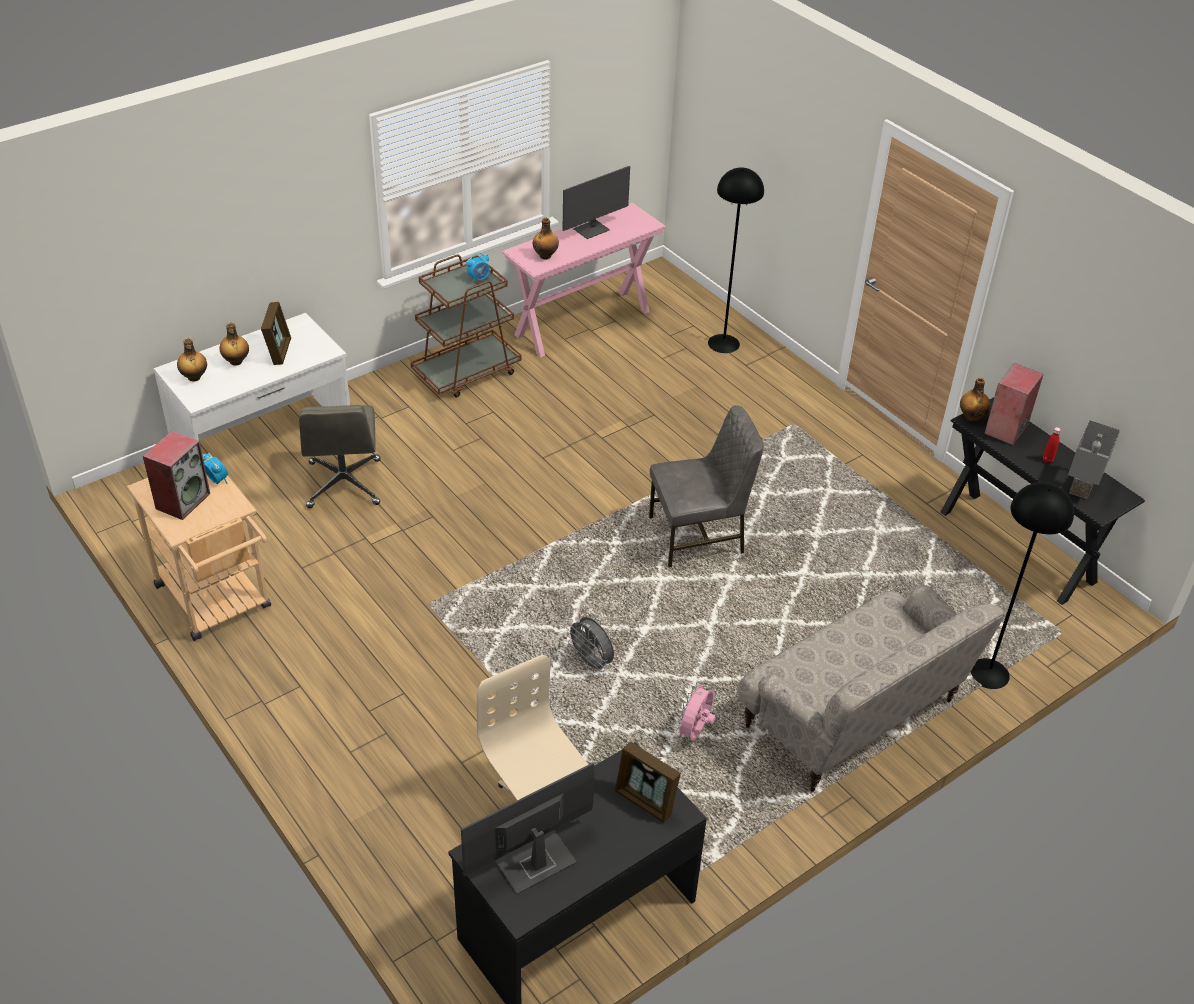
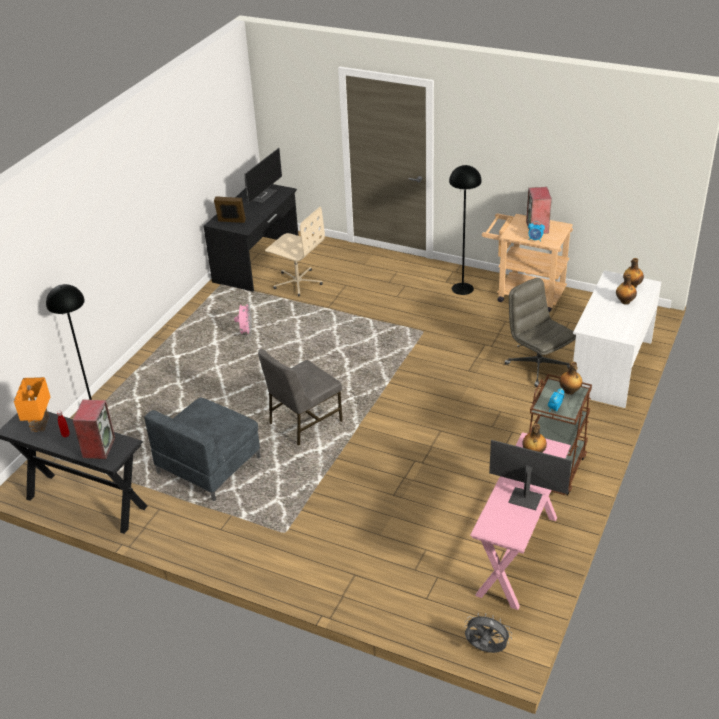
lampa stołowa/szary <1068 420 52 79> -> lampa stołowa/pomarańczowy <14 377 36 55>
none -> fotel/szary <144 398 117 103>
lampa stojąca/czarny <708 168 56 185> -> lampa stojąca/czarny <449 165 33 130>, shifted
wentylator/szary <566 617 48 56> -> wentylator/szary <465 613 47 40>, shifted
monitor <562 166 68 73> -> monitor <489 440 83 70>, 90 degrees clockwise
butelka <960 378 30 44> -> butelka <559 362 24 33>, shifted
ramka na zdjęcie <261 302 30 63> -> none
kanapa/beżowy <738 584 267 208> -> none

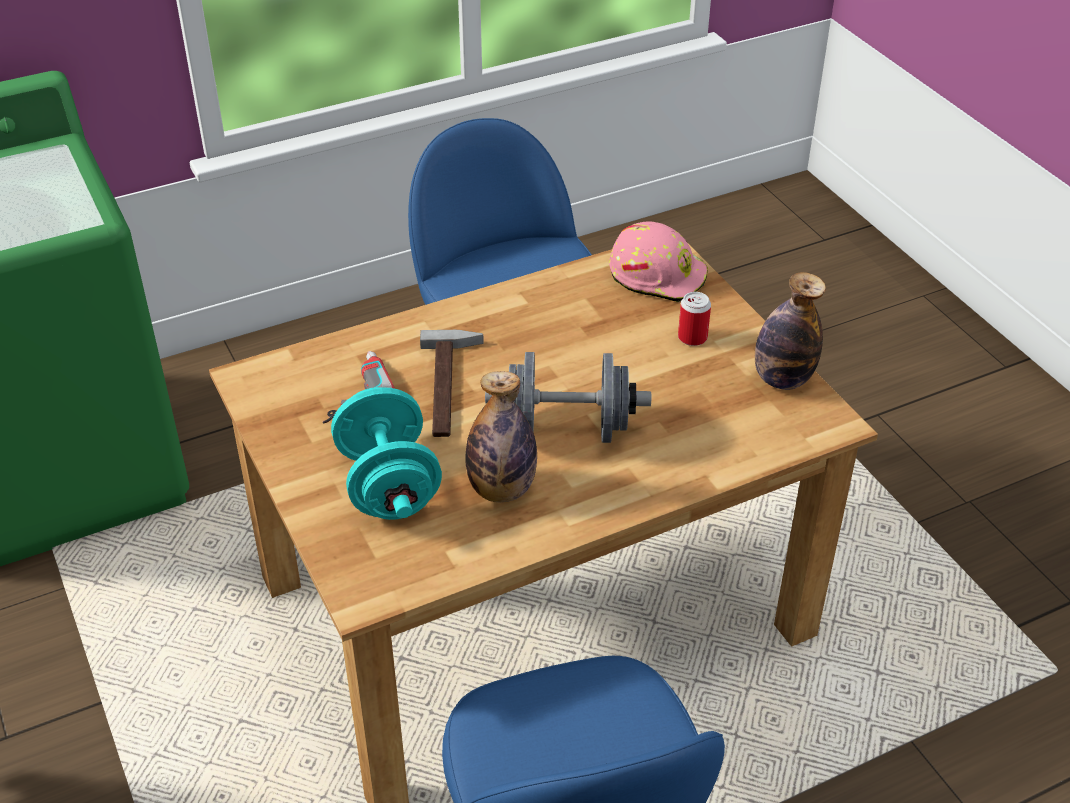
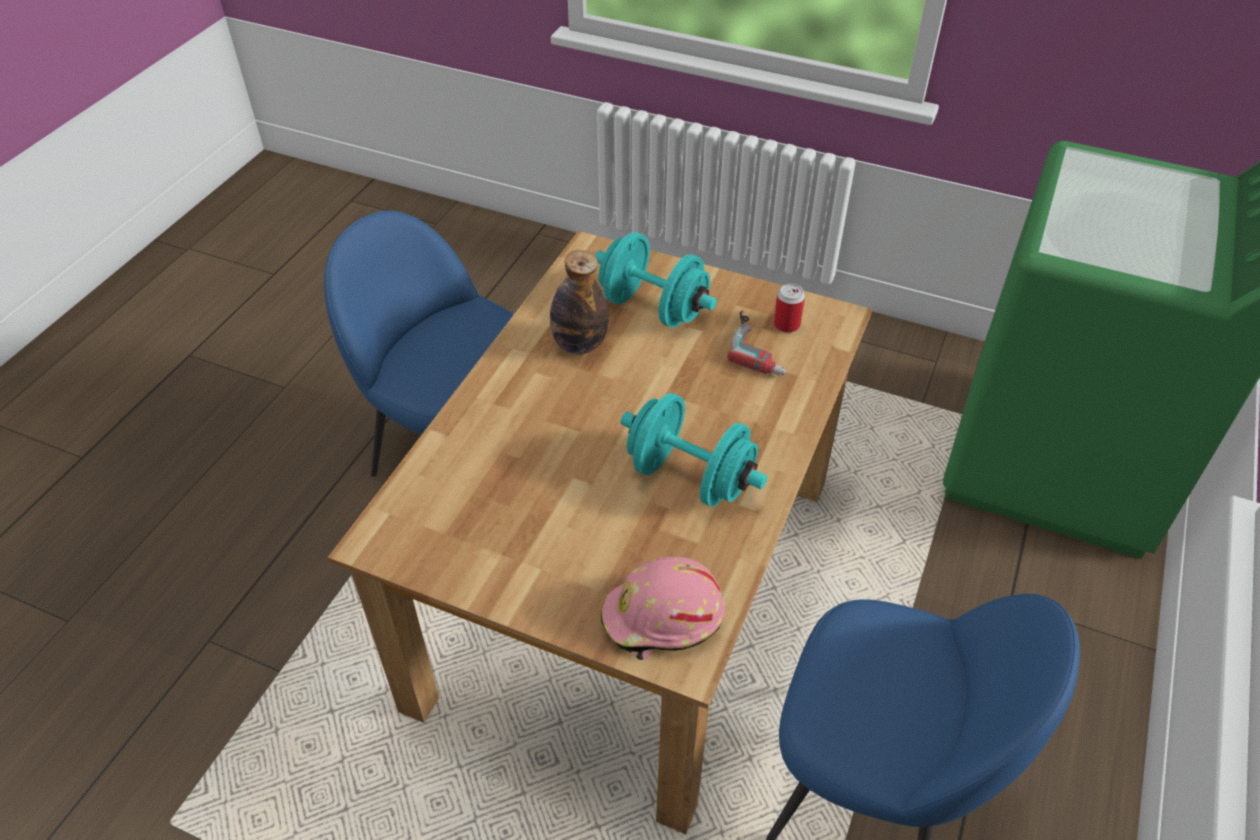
none -> hantel/turkusowy <621 393 146 114>
puszka <678 292 33 54> -> puszka <774 284 31 49>, shifted
młotek <420 330 64 107> -> none
hantel/szary <485 352 166 91> -> none
butelka <755 272 71 118> -> none

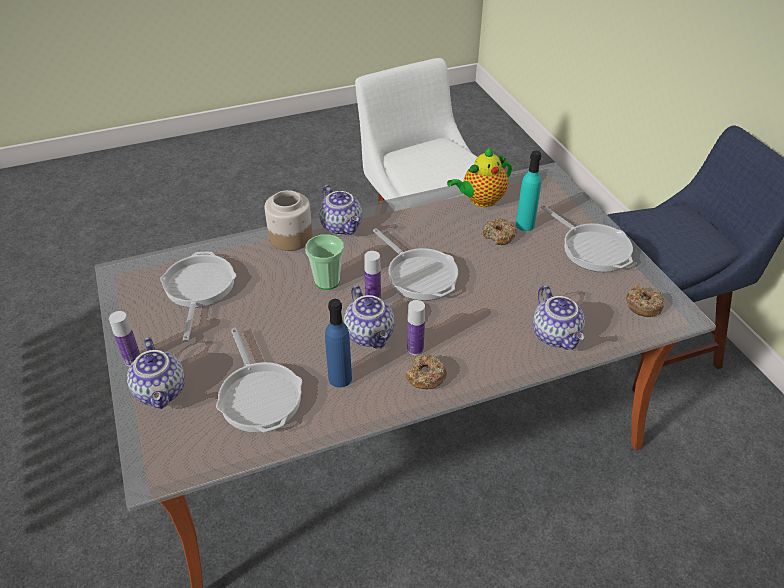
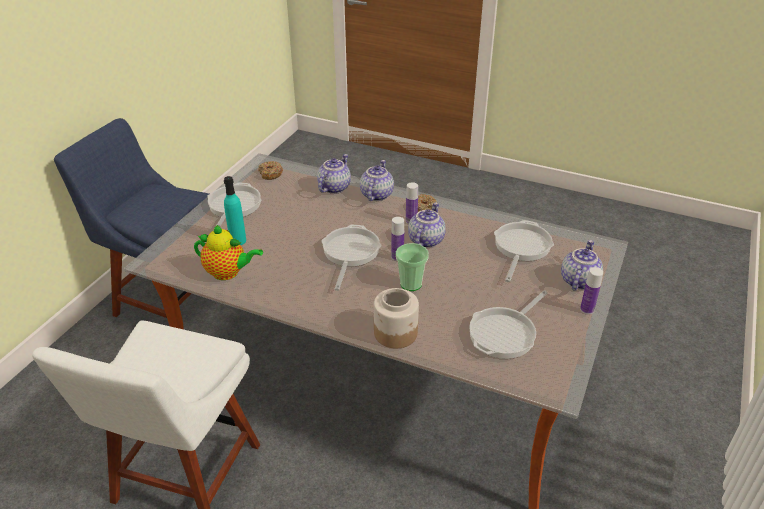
imbryk <319 185 43 50> -> imbryk <360 160 34 41>, shifted
butelka/niebieski <325 299 27 89> -> none
donut <483 218 34 27> -> none

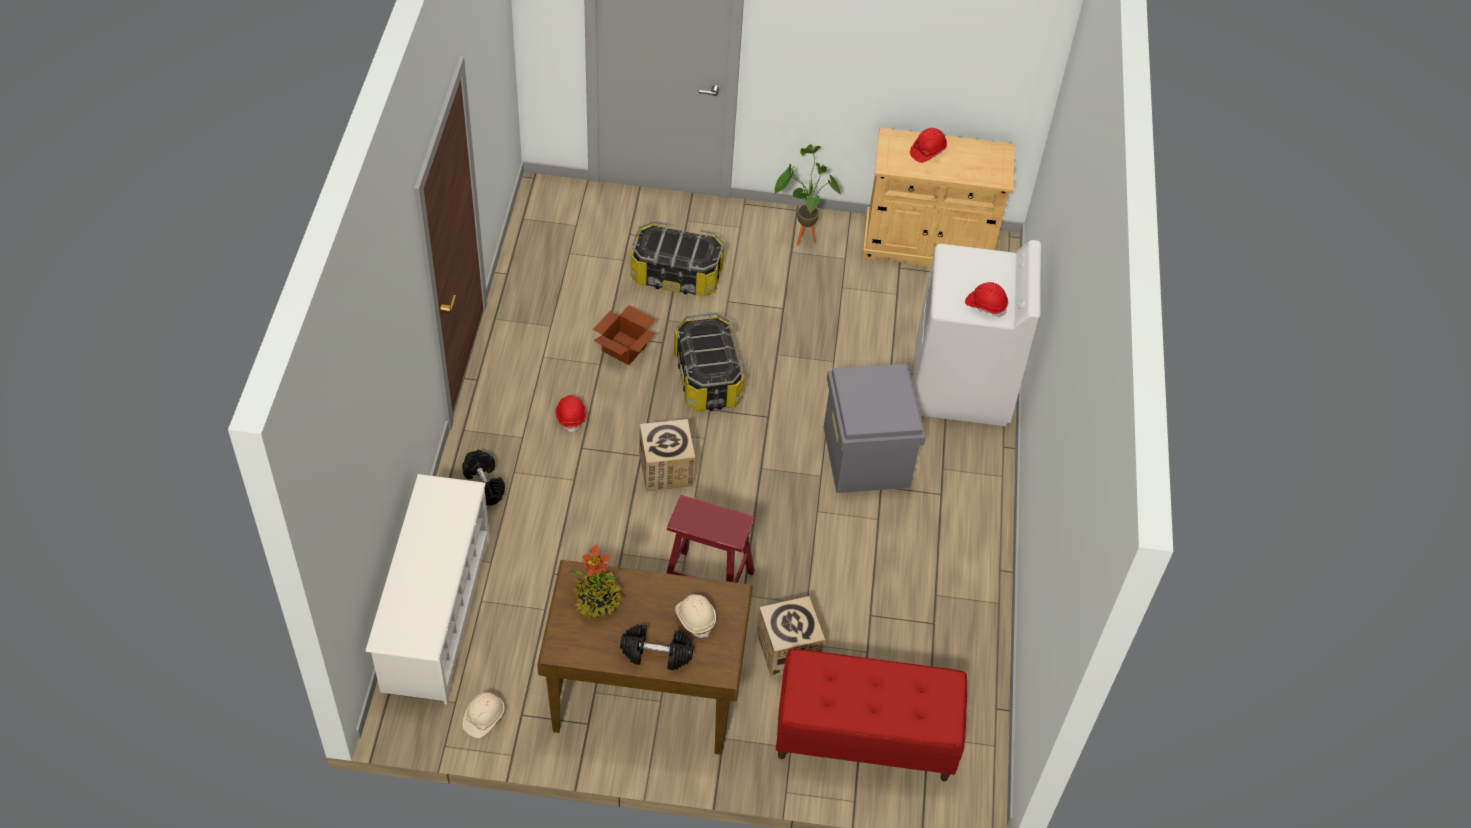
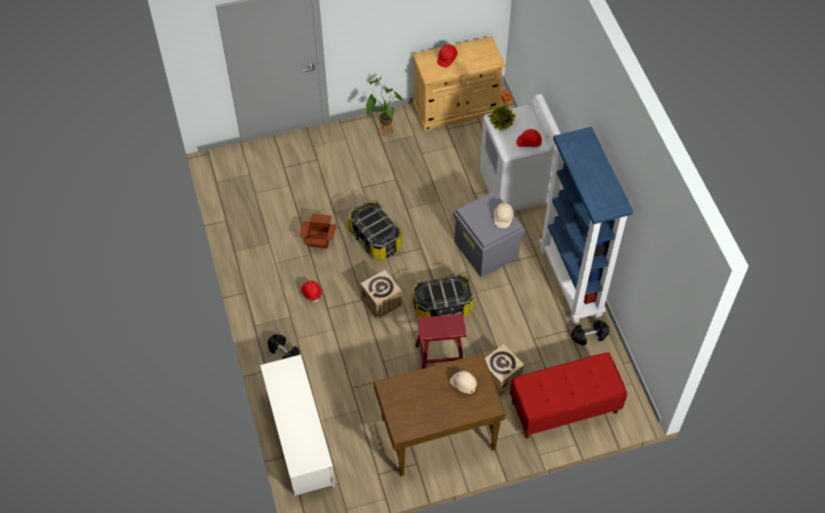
pojemnik do przechowywania <631 220 93 77> -> pojemnik do przechowywania <412 273 62 45>, shifted
roślina doniczkowa <570 544 52 74> -> roślina doniczkowa <488 88 29 43>, shifted
kask/beżowy <463 692 41 46> -> kask/beżowy <494 203 20 25>, shifted
none -> regał/niebieski <539 127 94 197>
hantel/czarny <620 624 74 46> -> hantel/czarny <571 321 38 24>, shifted

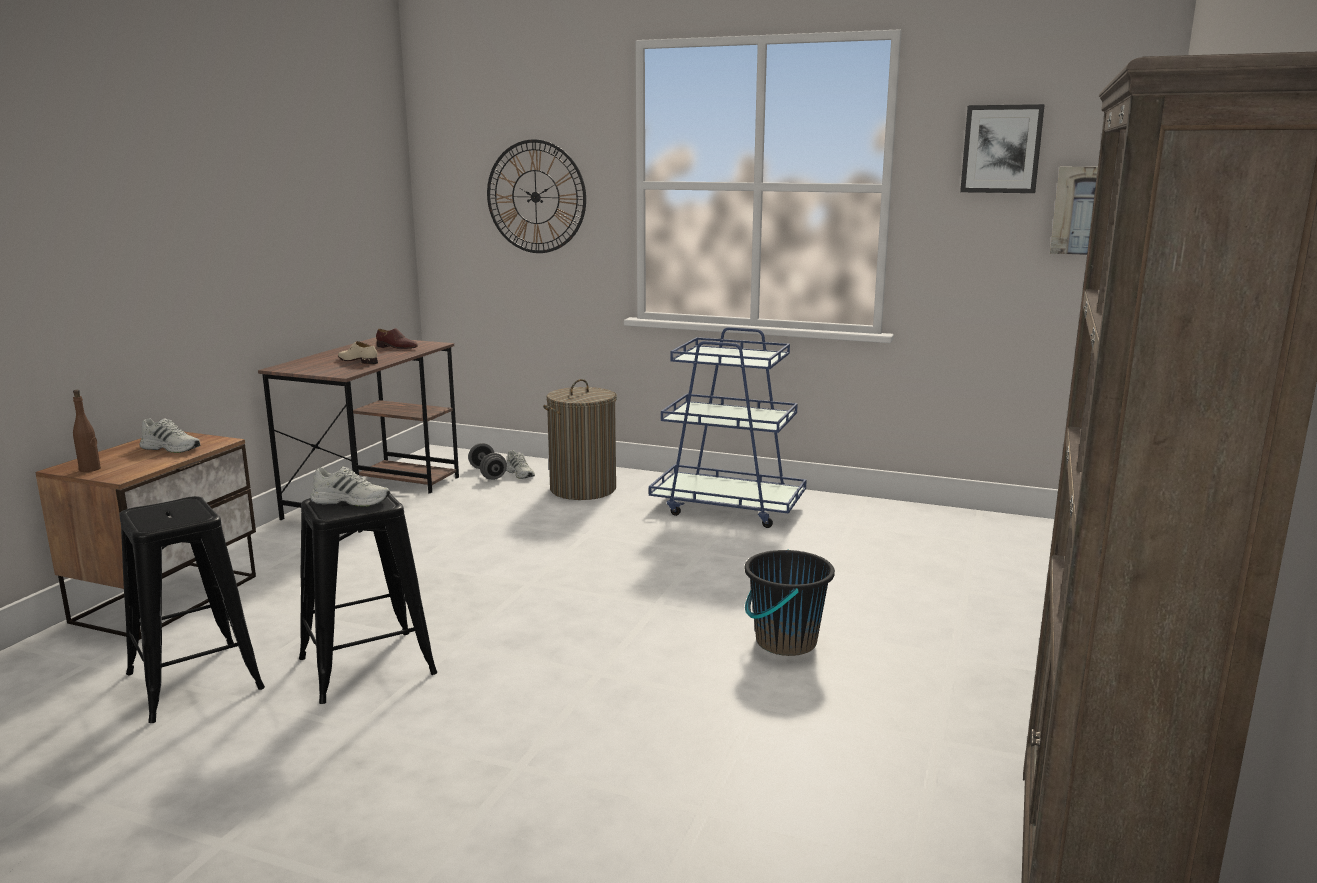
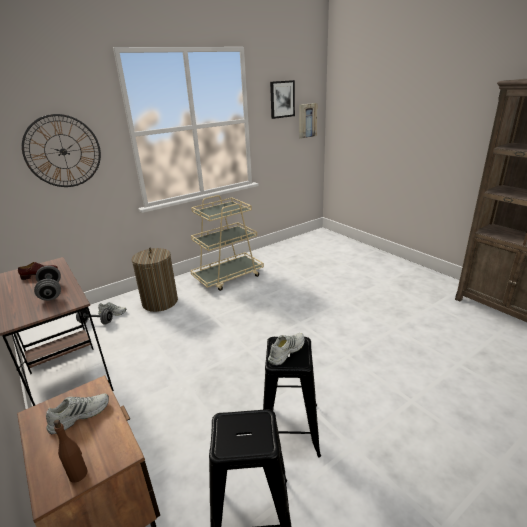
but/beżowy <338 341 40 23> -> hantel/szary <34 266 27 35>
wózek/niebieski <649 327 158 201> -> wózek/beżowy <190 195 74 96>
wiadro/czarny <745 549 90 107> -> none

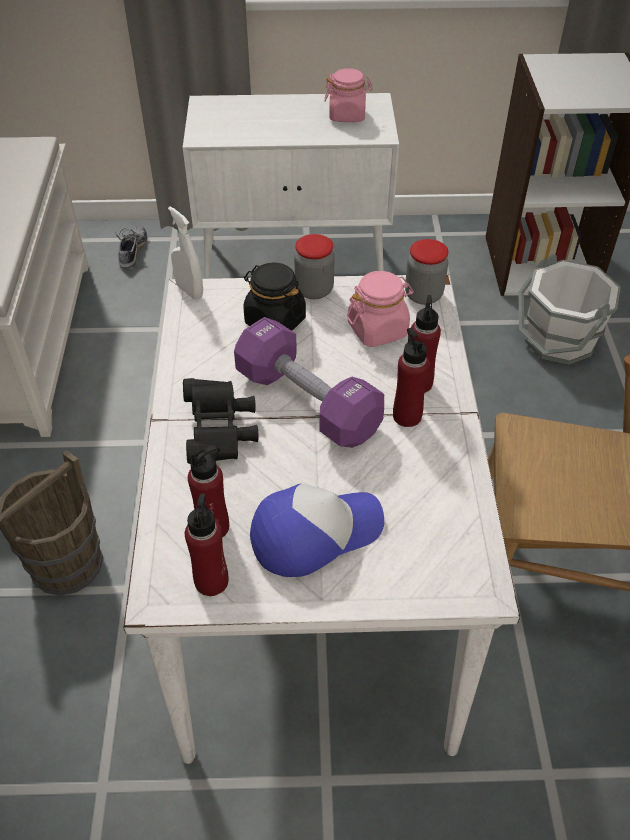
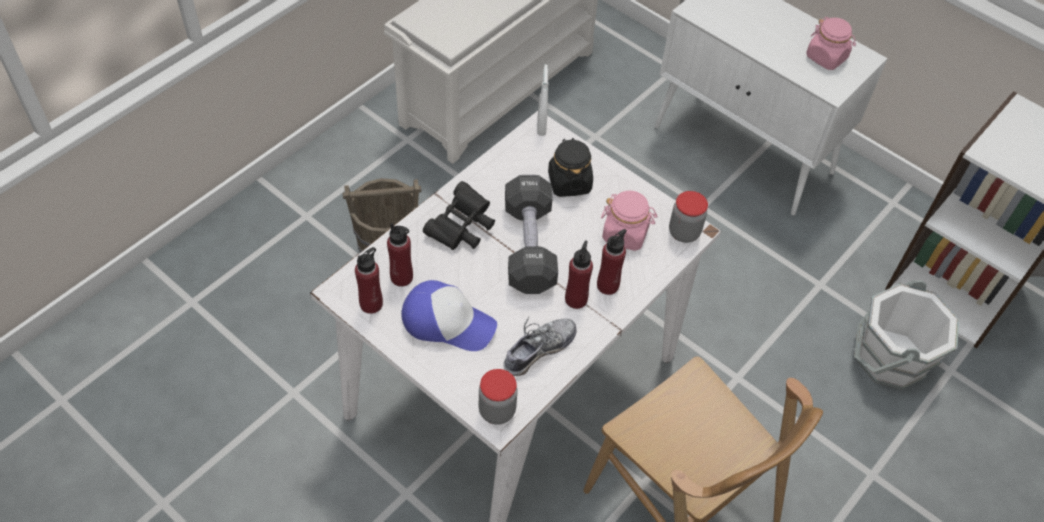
słoik <294 234 41 65> -> słoik <479 369 38 56>, shifted
but <115 226 32 42> -> but <504 317 73 59>, shifted
hantel/fioletowy <234 317 150 131> -> hantel/czarny <505 175 53 119>

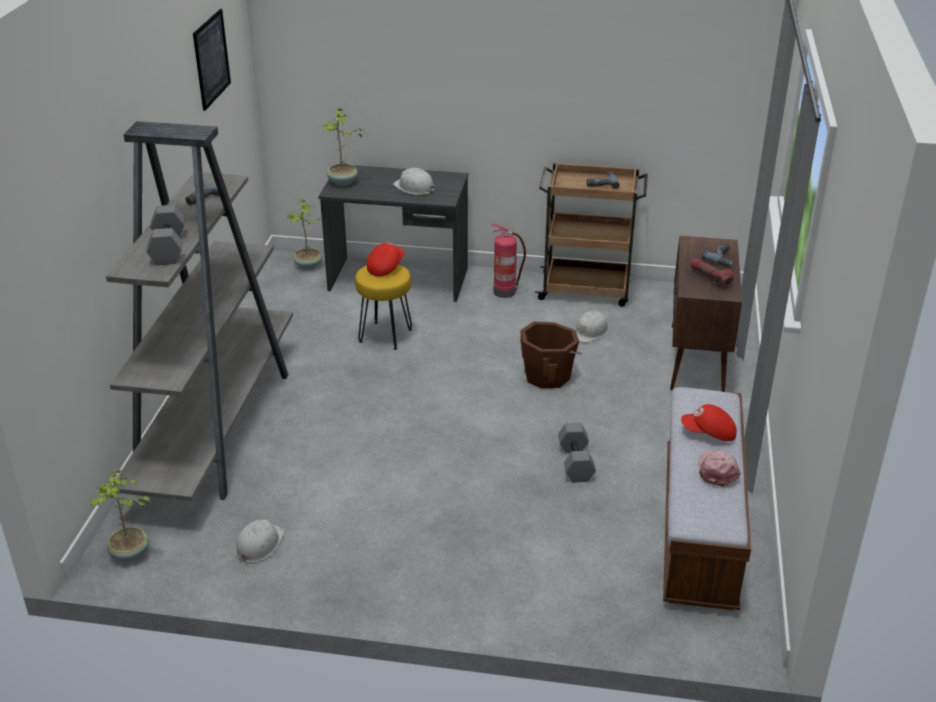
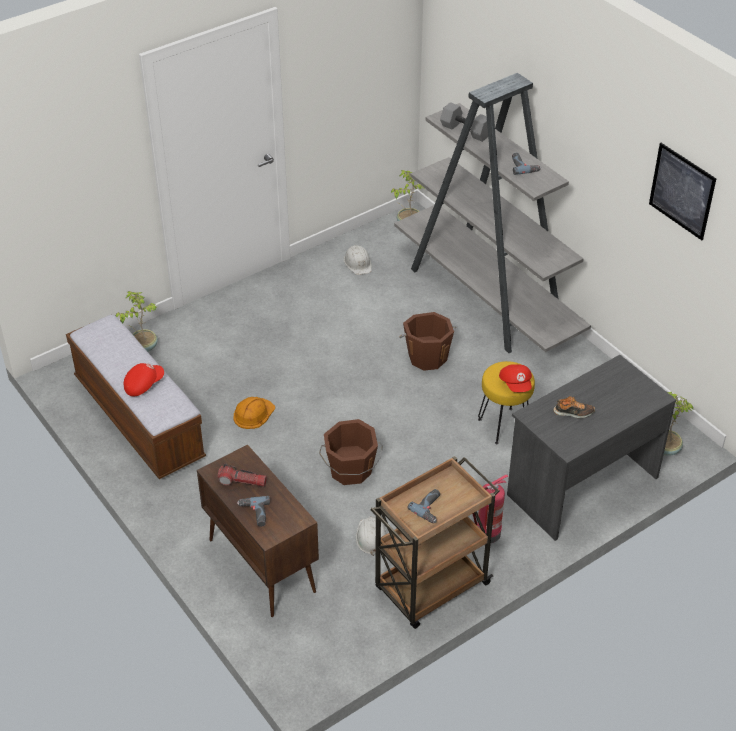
roślina doniczkowa <322 107 43 79> -> roślina doniczkowa <116 291 42 61>, shifted
hantel/szary <558 423 38 59> -> kask/pomarańczowy <234 397 41 32>
none -> wiadro/brązowy <399 312 57 59>
kask/biały <393 168 42 27> -> but <553 396 42 22>
czapka z daszkiem/różowy <698 450 43 37> -> none

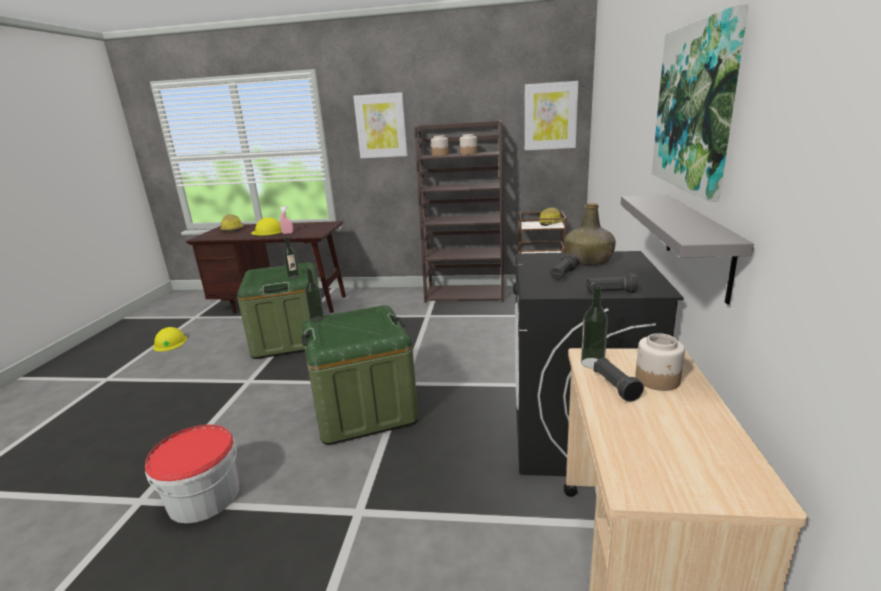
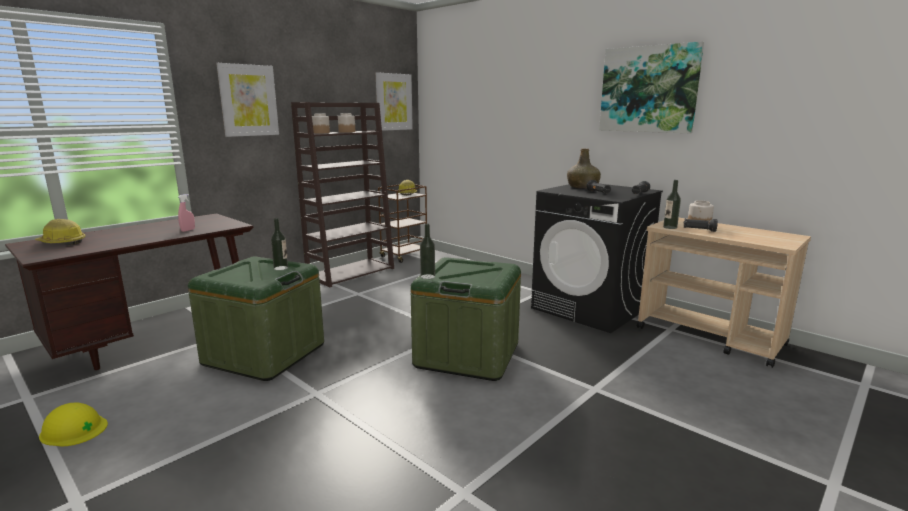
wiadro <145 425 94 98> -> none
kask/żółty <251 217 31 19> -> none
półka/szary <621 195 133 109> -> none

